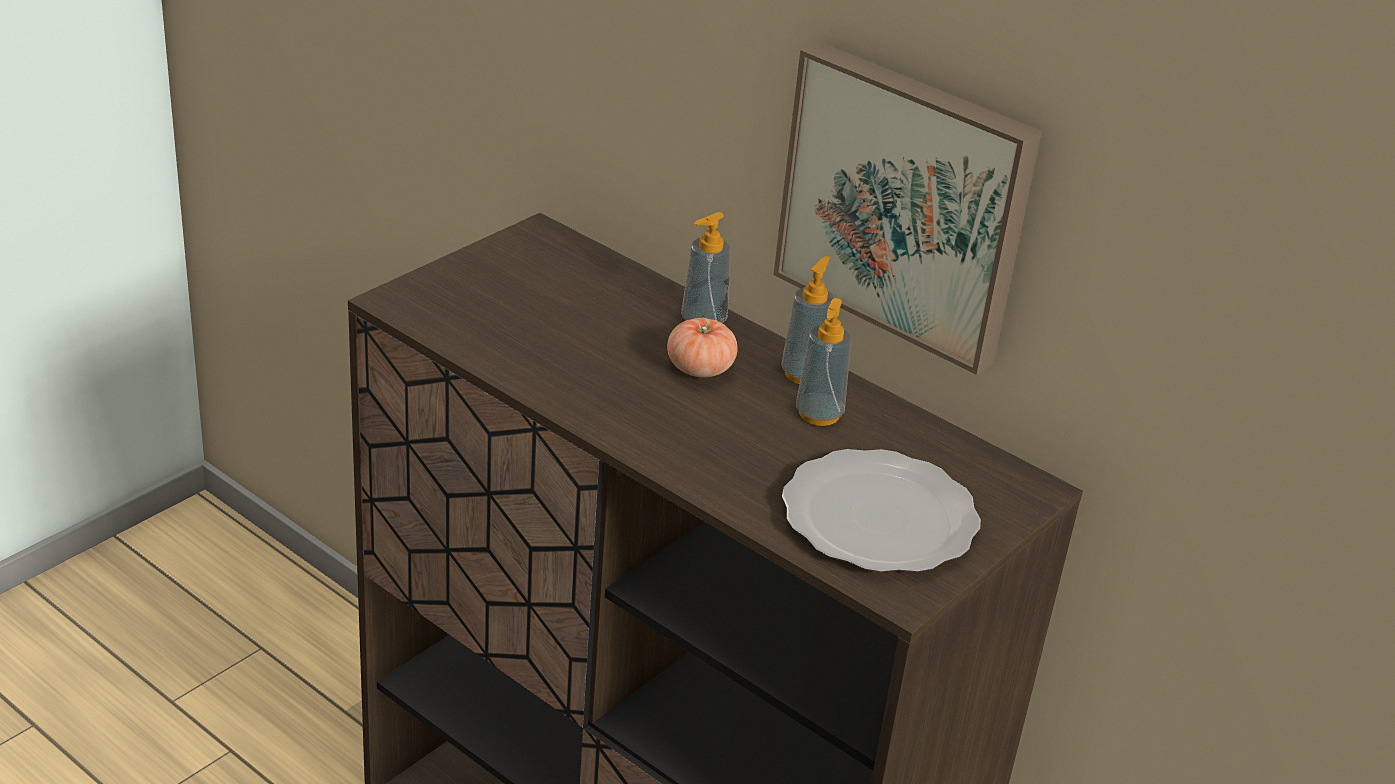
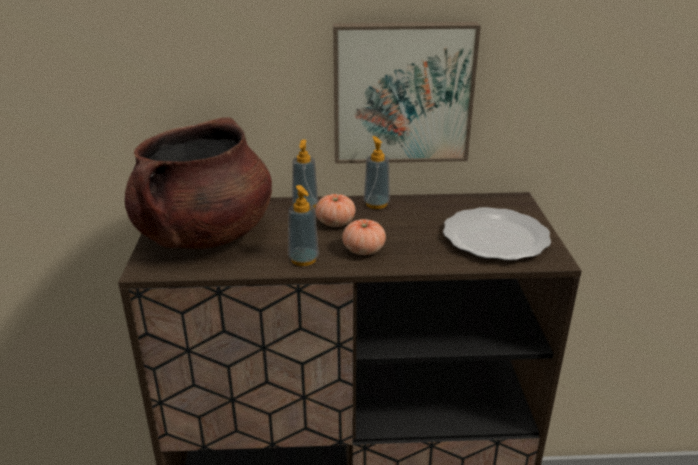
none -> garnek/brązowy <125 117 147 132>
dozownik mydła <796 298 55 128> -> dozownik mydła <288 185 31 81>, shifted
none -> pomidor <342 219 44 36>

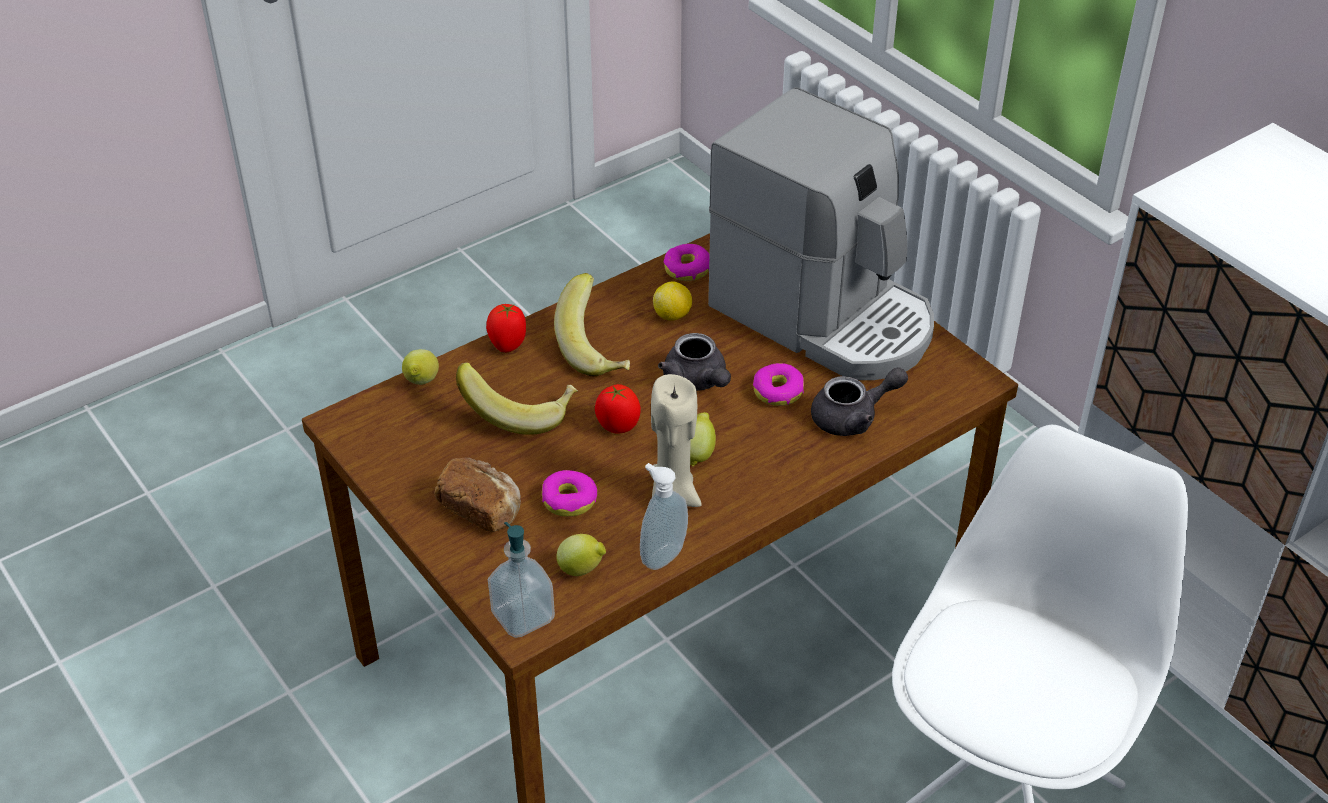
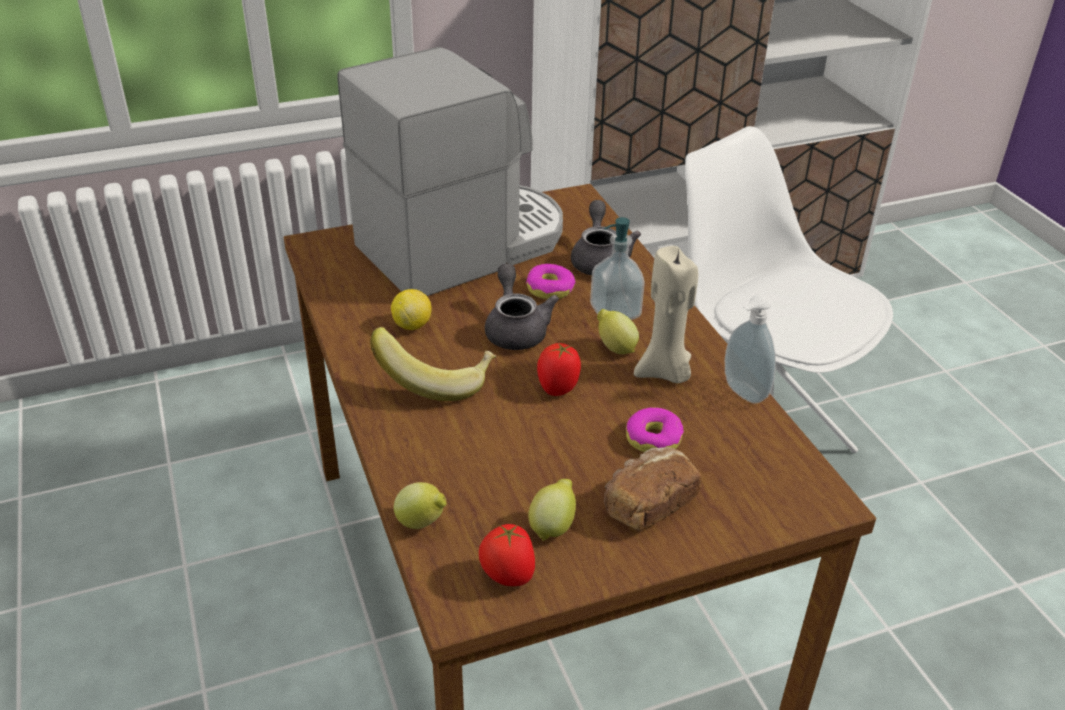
pomidor <486 304 40 48> -> pomidor <479 524 56 62>, shifted
imbryk/szary <658 333 73 58> -> imbryk/szary <485 264 74 86>, 90 degrees counterclockwise
cytryna <557 534 49 42> -> cytryna <528 479 48 62>, shifted
dozownik mydła <488 522 67 116> -> dozownik mydła <590 217 55 103>, shifted
banan <456 362 122 73> -> none
donut <664 244 46 37> -> none

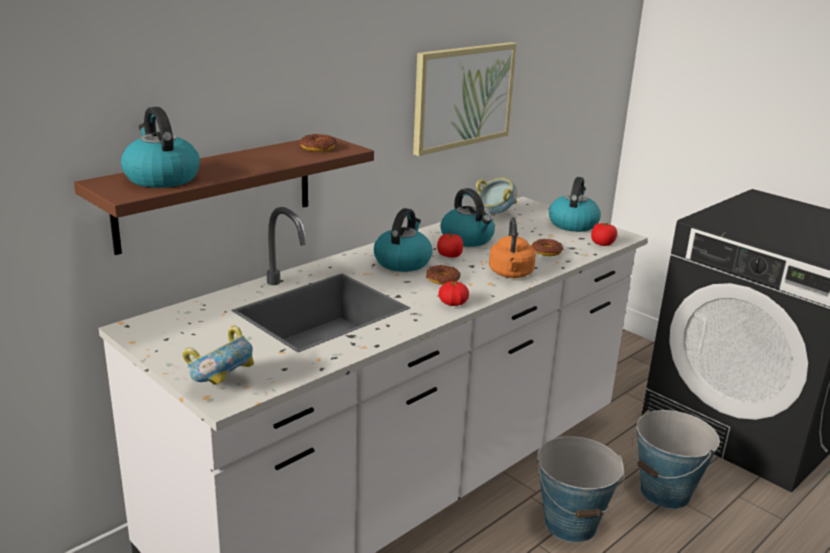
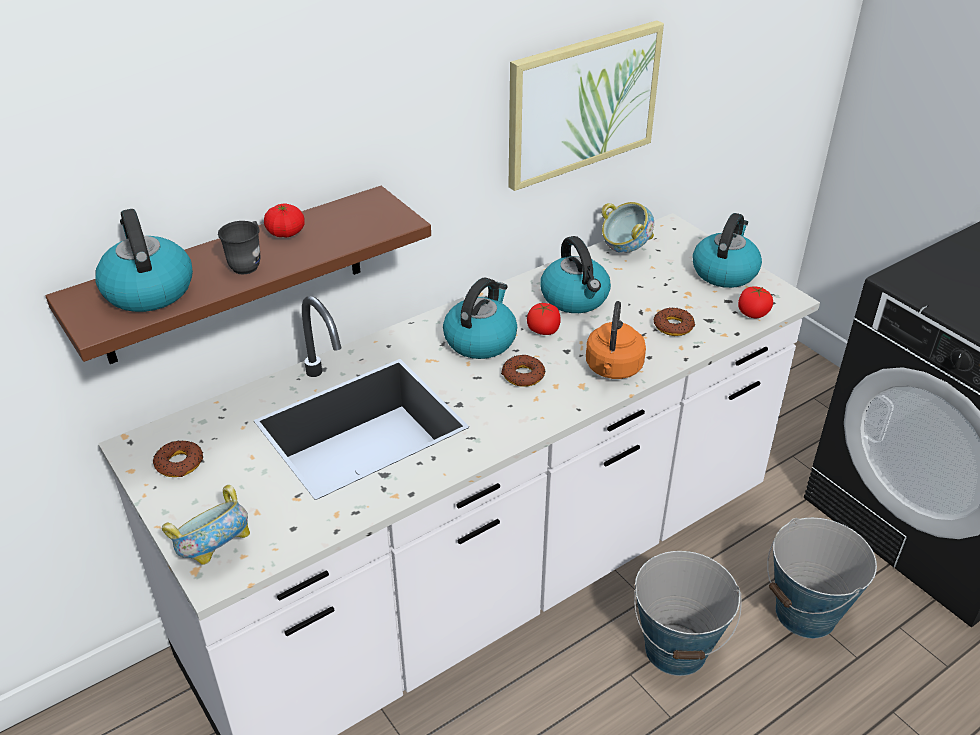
donut <300 134 37 18> -> donut <153 440 50 37>, shifted
none -> kubek/szary <218 221 42 53>
pomidor <438 281 31 25> -> pomidor <264 203 41 35>, shifted

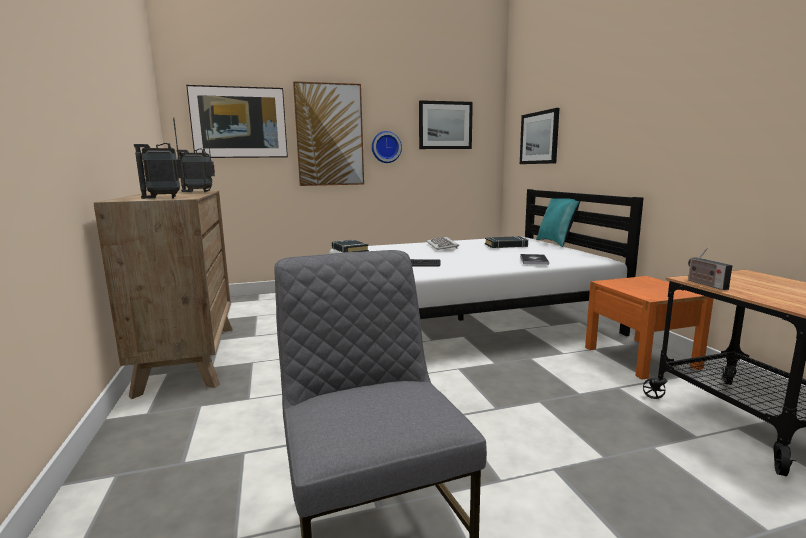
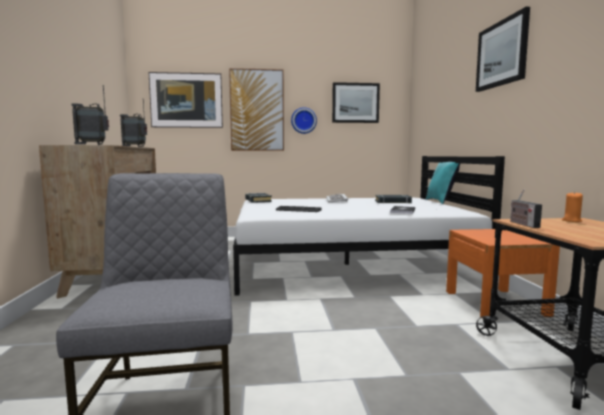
obraz <520 108 39 56> -> obraz <476 7 54 85>, shifted
none -> świeca/pomarańczowy <562 191 21 31>

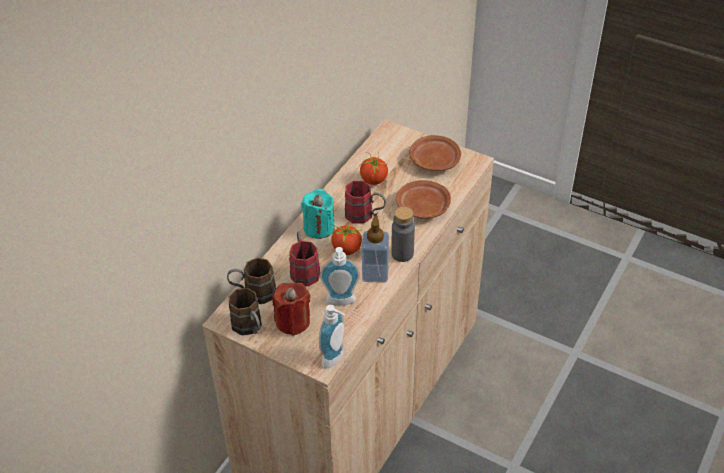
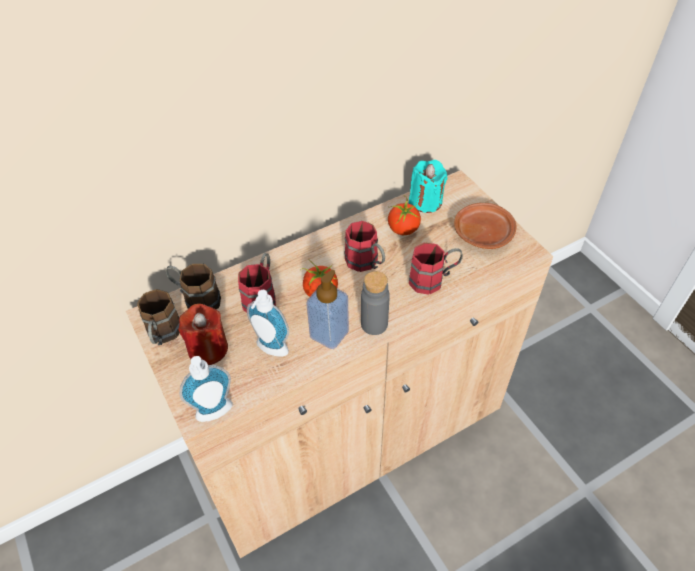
świeca/turkusowy <301 189 34 50> -> świeca/turkusowy <409 160 39 53>, shifted
talerz/brązowy <396 180 55 39> -> kubek/czerwony <409 242 54 53>

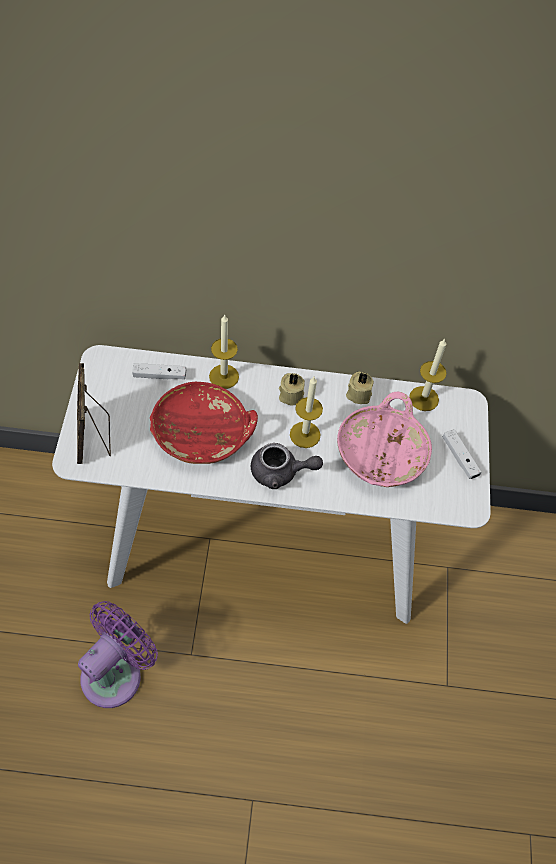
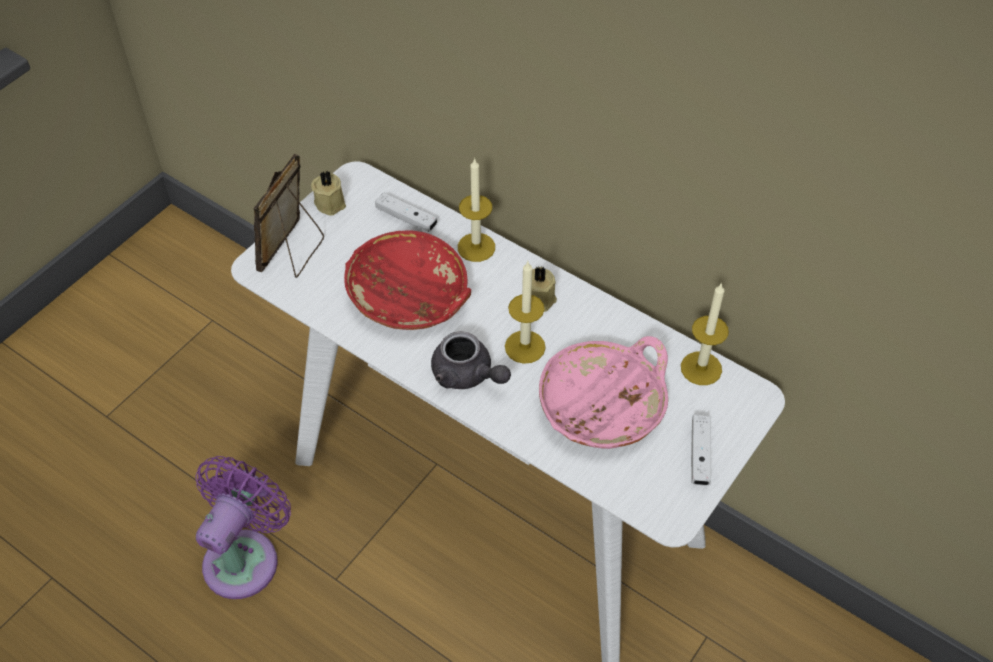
wentylator/fioletowy <78 601 80 107> -> wentylator/fioletowy <196 456 95 143>, 45 degrees counterclockwise
świeca/beżowy <346 372 28 32> -> świeca/beżowy <311 170 35 46>, shifted

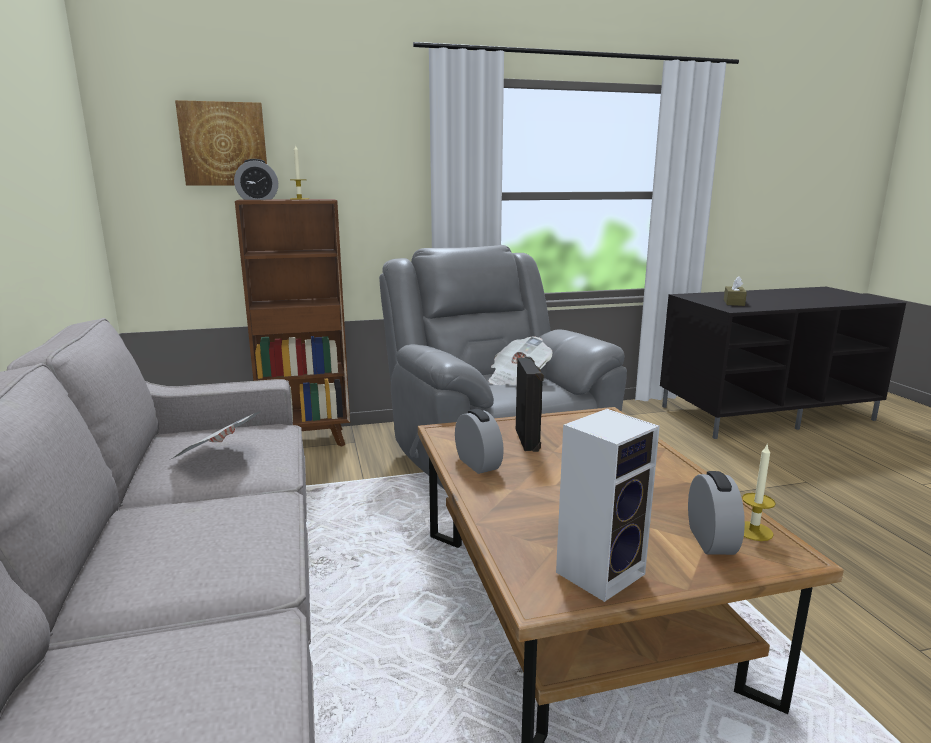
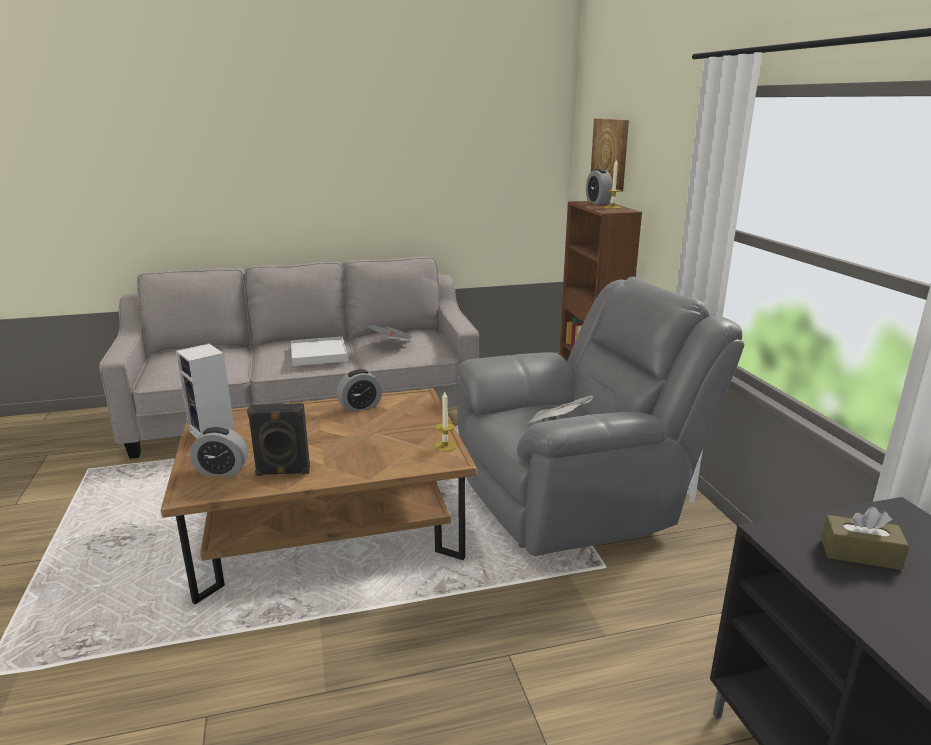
głośnik/czarny <516 357 28 95> -> głośnik/czarny <247 403 63 73>, shifted
none -> taca/biały <291 337 57 29>
świeca <742 443 34 98> -> świeca <434 392 23 60>, shifted

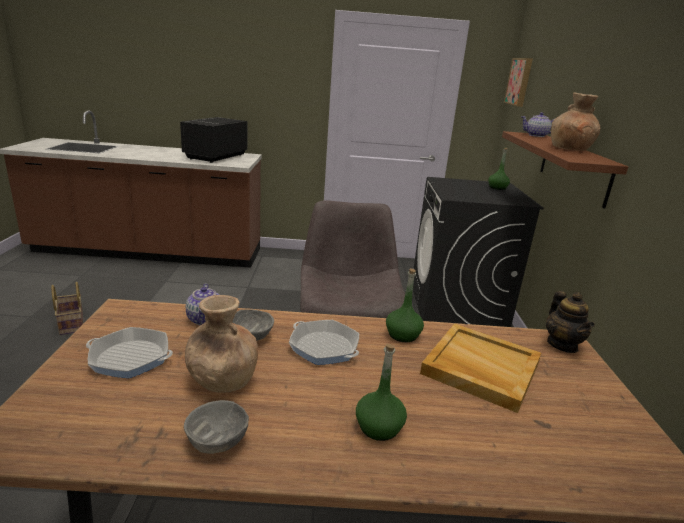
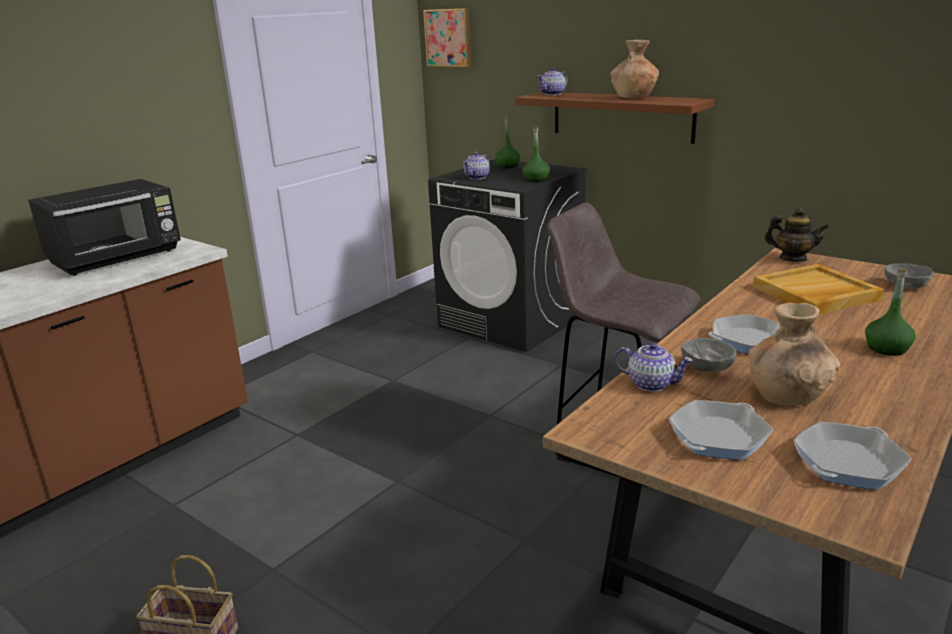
mikrofalówka/czarny <180 117 68 46> -> mikrofalówka/czarny <28 179 153 97>, 105 degrees counterclockwise
none -> imbryk <463 152 27 28>
butelka/zielony <386 269 38 73> -> butelka/zielony <522 127 28 55>, shifted
none -> patelnia <793 422 119 68>
miska/szary <184 400 65 54> -> miska/szary <885 263 49 26>, shifted

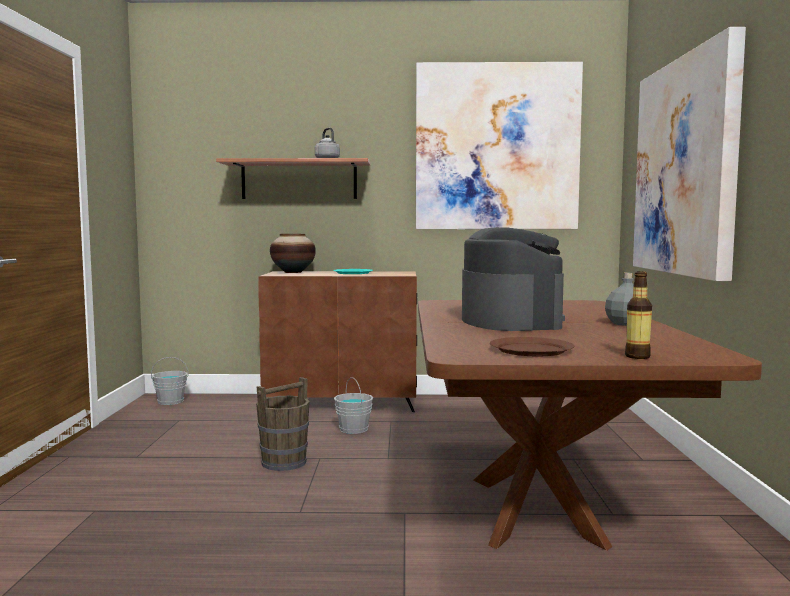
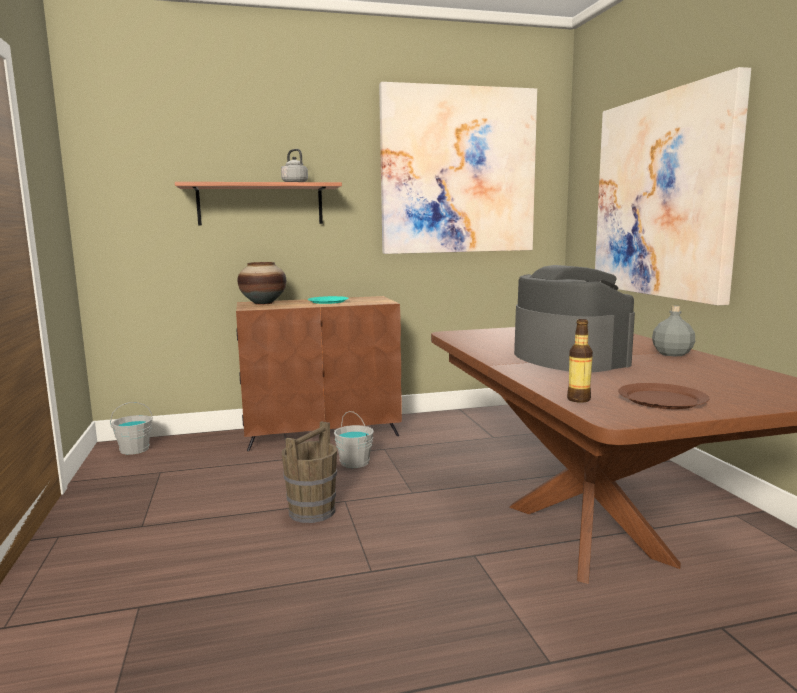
butelka <625 271 27 88> -> butelka <567 319 26 84>, shifted

